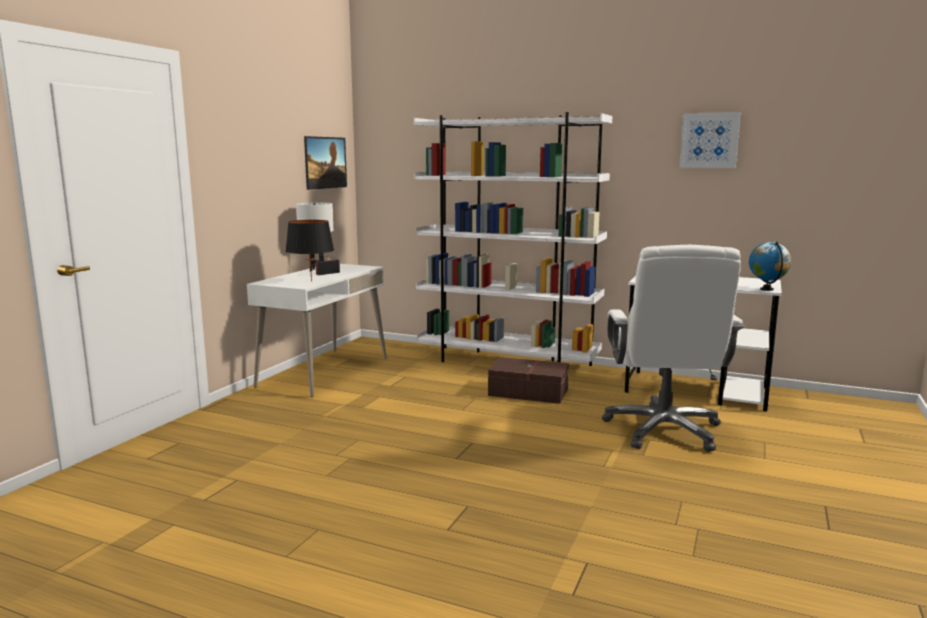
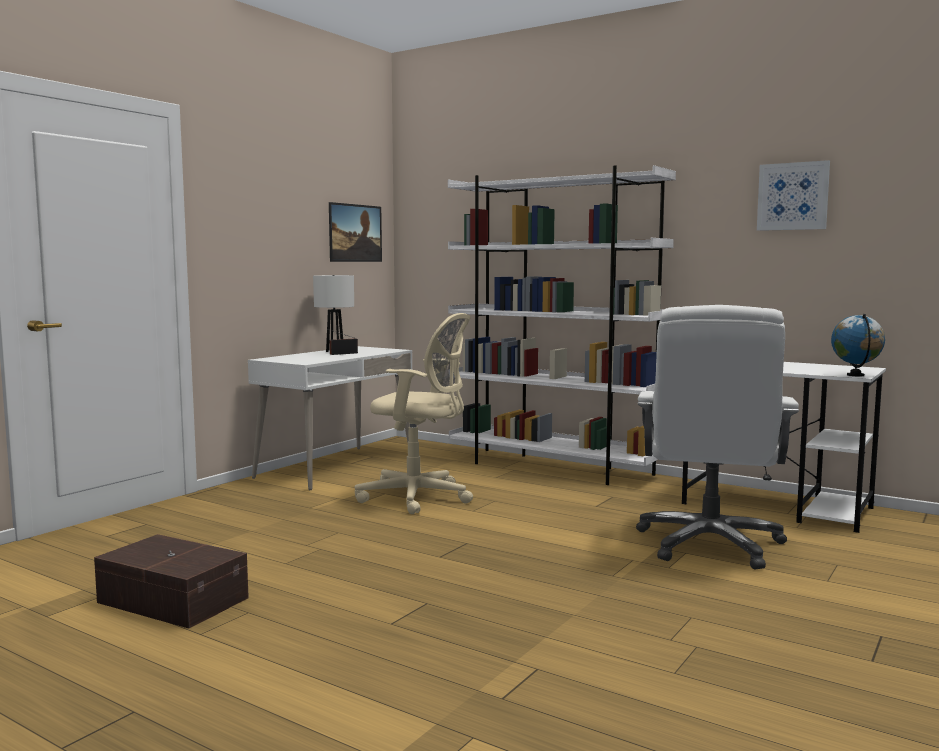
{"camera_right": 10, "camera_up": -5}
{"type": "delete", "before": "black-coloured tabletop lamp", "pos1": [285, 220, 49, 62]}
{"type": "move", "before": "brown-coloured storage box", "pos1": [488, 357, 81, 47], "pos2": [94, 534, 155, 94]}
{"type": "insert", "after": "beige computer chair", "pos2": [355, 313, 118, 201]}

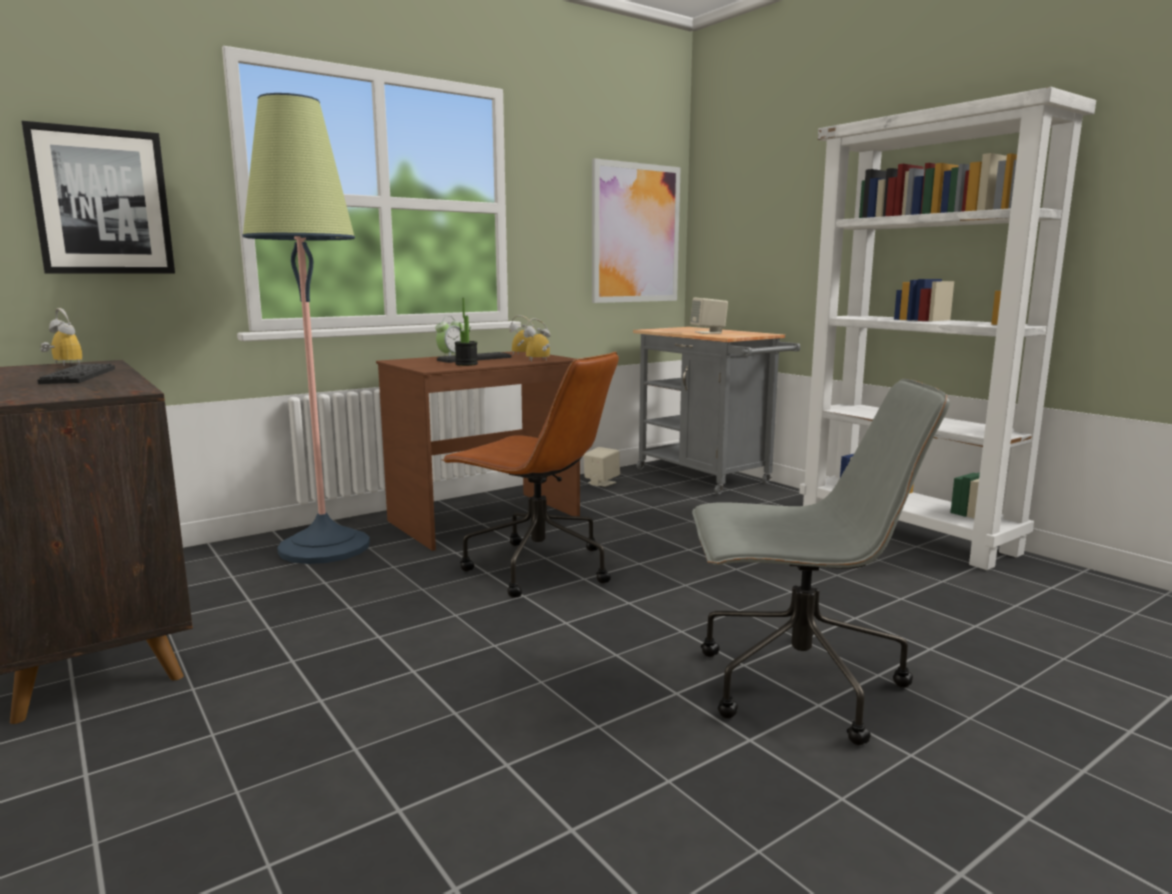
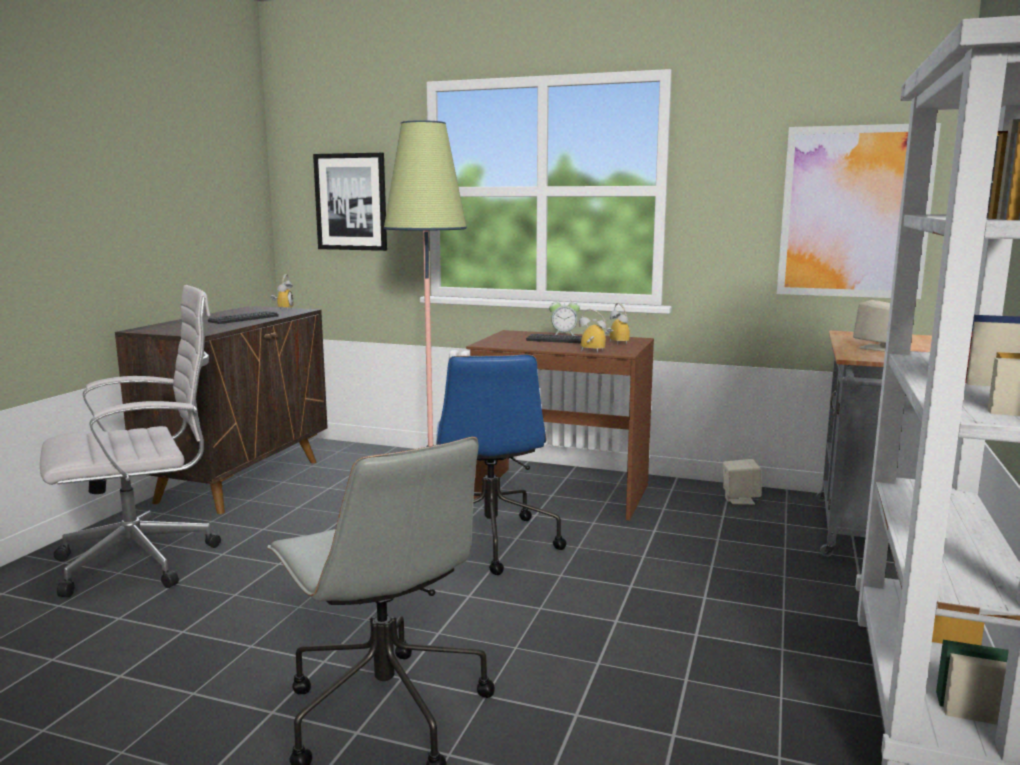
{"camera_right": 55, "camera_up": 0}
{"type": "delete", "before": "potted plant", "pos1": [455, 298, 23, 68]}
{"type": "recolor", "before": "brown-coloured computer chair", "after": "blue computer chair", "pos1": [441, 352, 178, 246], "pos2": [436, 354, 131, 221]}
{"type": "insert", "after": "whitish computer chair", "pos2": [40, 285, 181, 312]}

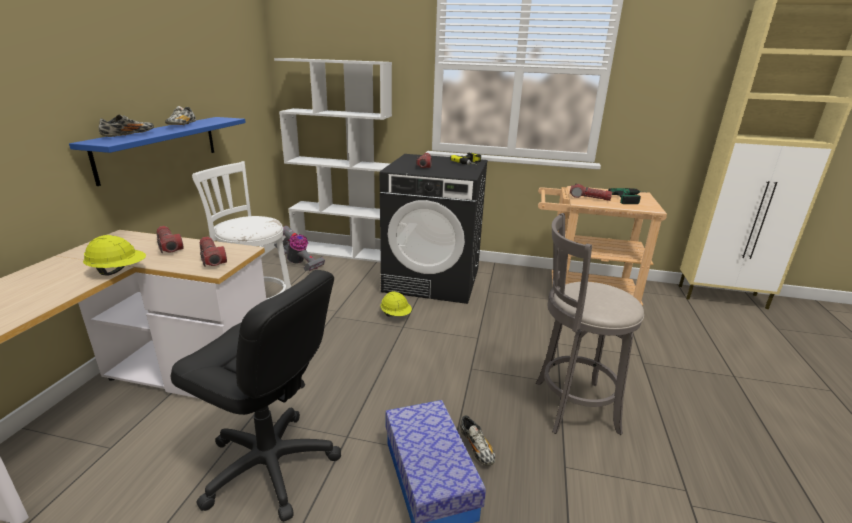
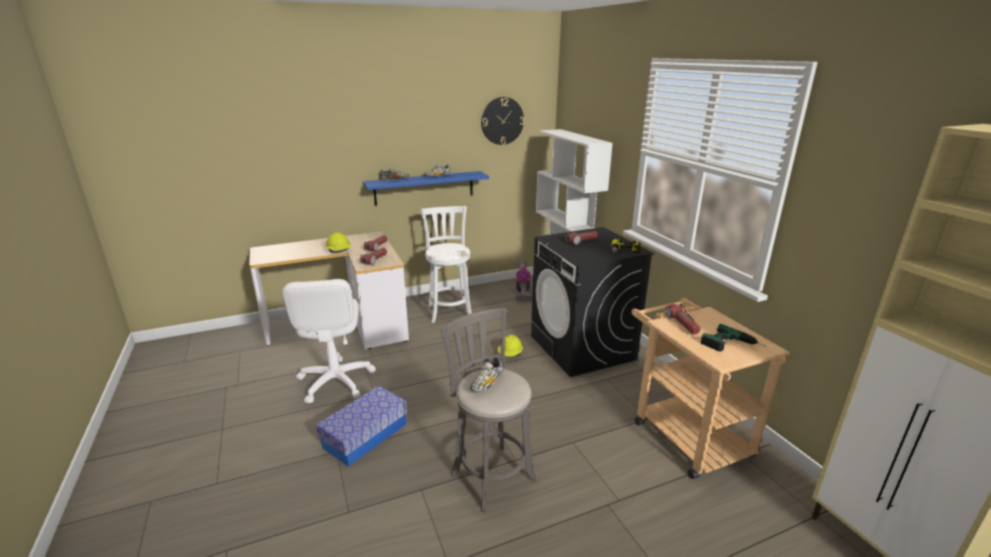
{"camera_right": 55, "camera_up": 0}
{"type": "recolor", "before": "black-coloured computer chair", "after": "whitish computer chair", "pos1": [171, 270, 170, 252], "pos2": [282, 279, 94, 125]}
{"type": "move", "before": "item of footwear", "pos1": [460, 415, 36, 51], "pos2": [470, 357, 33, 35]}
{"type": "insert", "after": "clock on the wall", "pos2": [481, 97, 43, 48]}

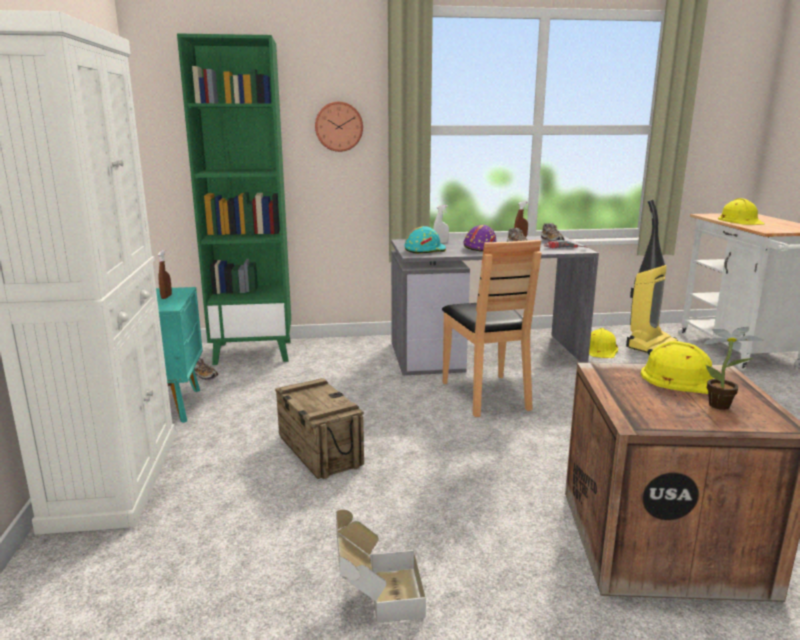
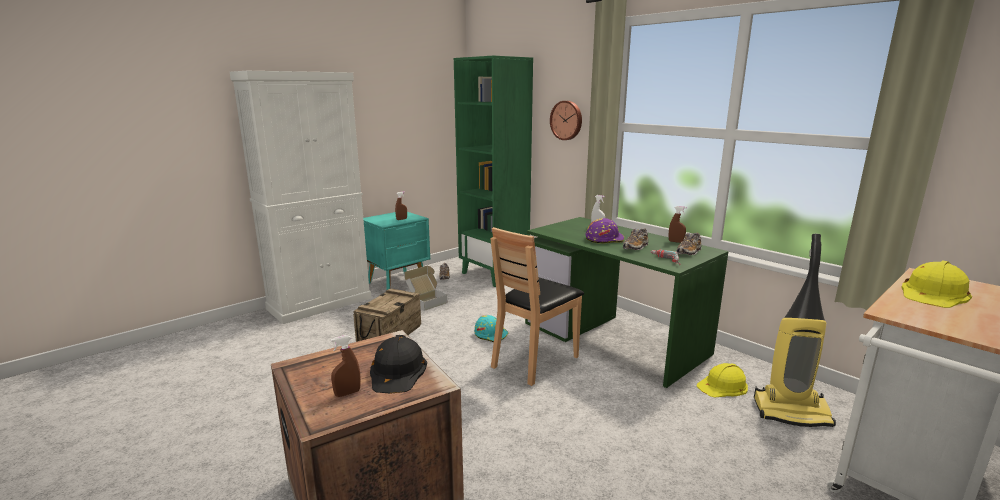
{"camera_right": 55, "camera_up": 0}
{"type": "move", "before": "turquoise safety helmet", "pos1": [404, 226, 42, 28], "pos2": [474, 315, 34, 27]}
{"type": "recolor", "before": "grey desk unit", "after": "greenish desk unit", "pos1": [391, 236, 208, 139], "pos2": [525, 217, 204, 171]}
{"type": "replace", "before": "potted plant", "after": "brown-coloured spray bottle", "pos1": [703, 327, 60, 83], "pos2": [331, 335, 30, 62]}
{"type": "recolor", "before": "yellow safety helmet", "after": "black-coloured safety helmet", "pos1": [641, 341, 74, 53], "pos2": [370, 335, 57, 59]}
{"type": "move", "before": "cardboard box", "pos1": [336, 510, 90, 113], "pos2": [404, 266, 43, 45]}

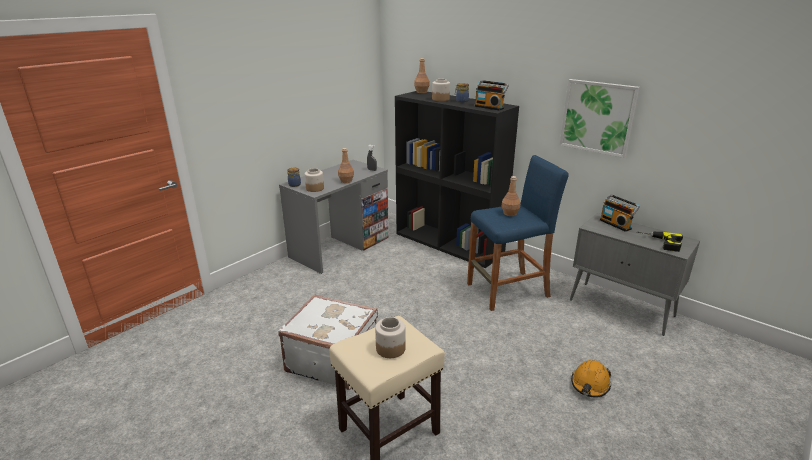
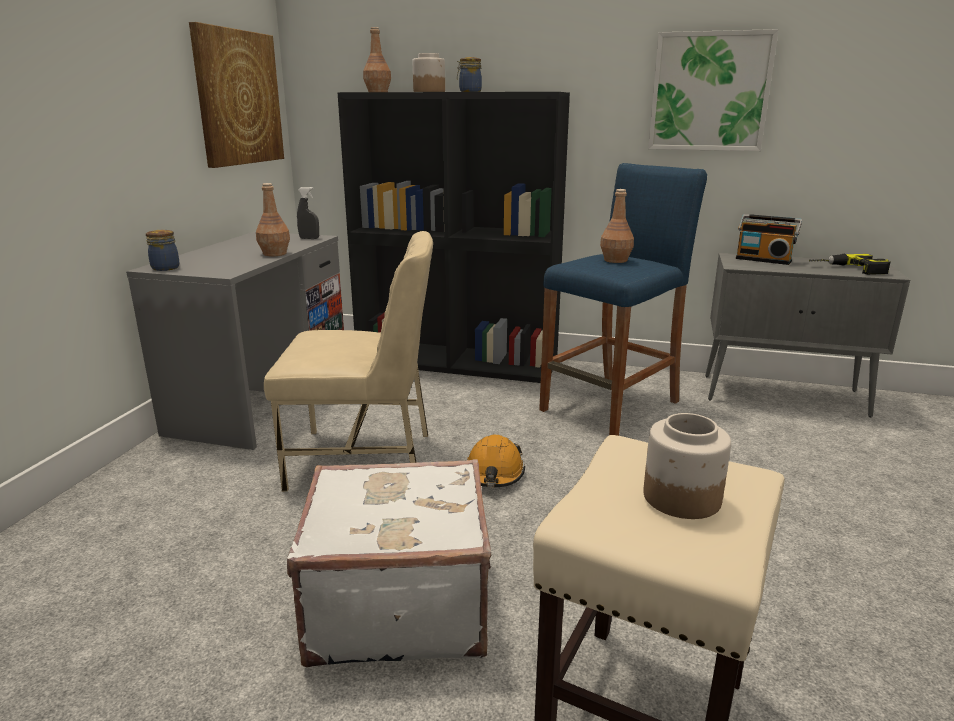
{"camera_right": -25, "camera_up": -5}
{"type": "delete", "before": "radio set", "pos1": [475, 80, 34, 31]}
{"type": "delete", "before": "storage jar", "pos1": [305, 168, 19, 24]}
{"type": "move", "before": "orangey safety helmet", "pos1": [571, 360, 40, 38], "pos2": [467, 435, 58, 52]}
{"type": "insert", "after": "wall picture", "pos2": [189, 22, 95, 146]}
{"type": "insert", "after": "beige upright chair", "pos2": [264, 231, 169, 261]}

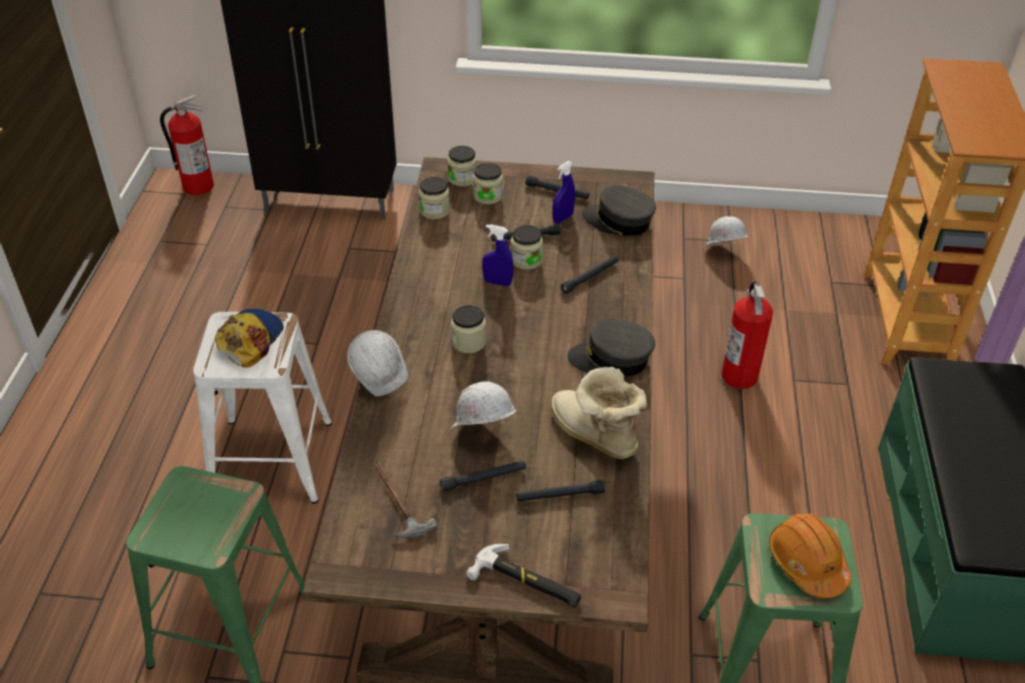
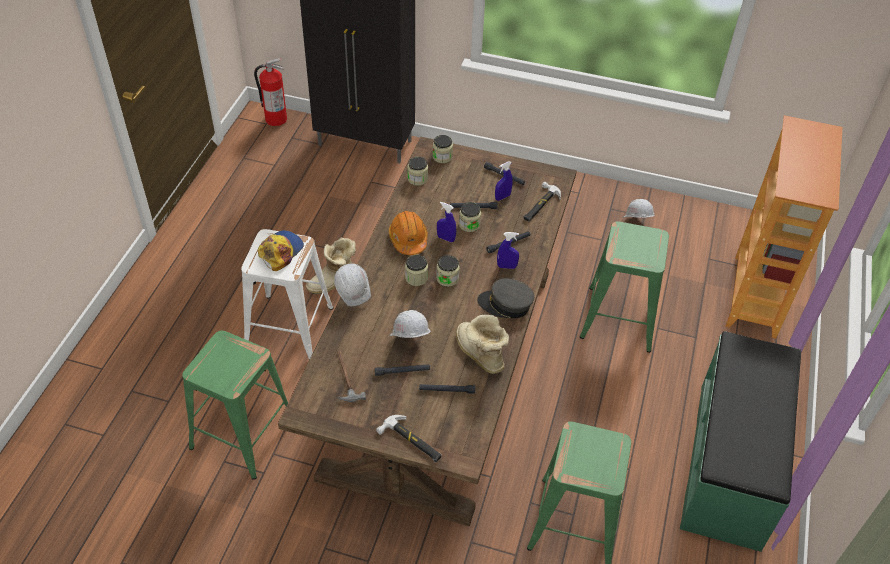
{"camera_right": 10, "camera_up": 5}
{"type": "move", "before": "storage jar", "pos1": [473, 163, 30, 41], "pos2": [436, 255, 24, 32]}
{"type": "replace", "before": "grey peaked cap", "after": "hand hammer", "pos1": [582, 185, 74, 51], "pos2": [523, 182, 38, 40]}
{"type": "replace", "before": "fire extinguisher", "after": "greenish stool seat", "pos1": [721, 281, 52, 108], "pos2": [580, 221, 89, 132]}
{"type": "move", "before": "orangey safety helmet", "pos1": [769, 513, 82, 85], "pos2": [389, 211, 39, 44]}
{"type": "insert", "after": "blue spray bottle", "pos2": [497, 232, 22, 37]}
{"type": "insert", "after": "tall boot", "pos2": [306, 238, 50, 56]}

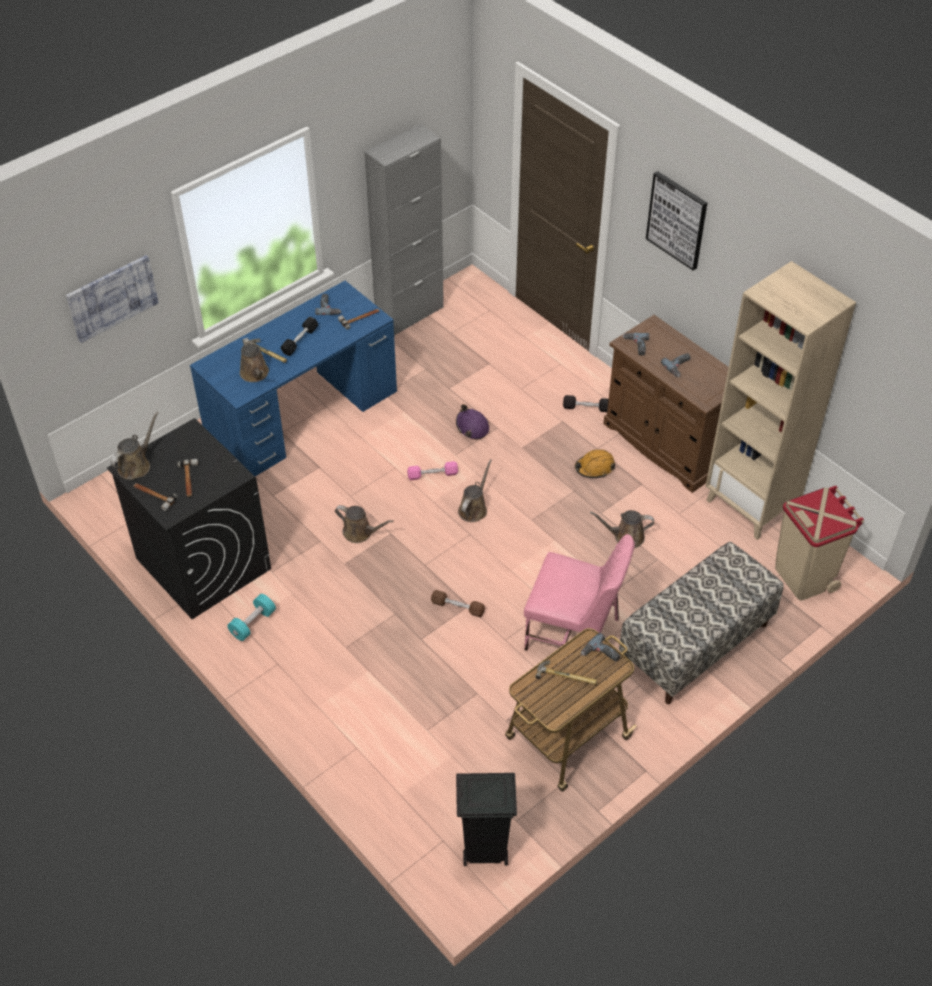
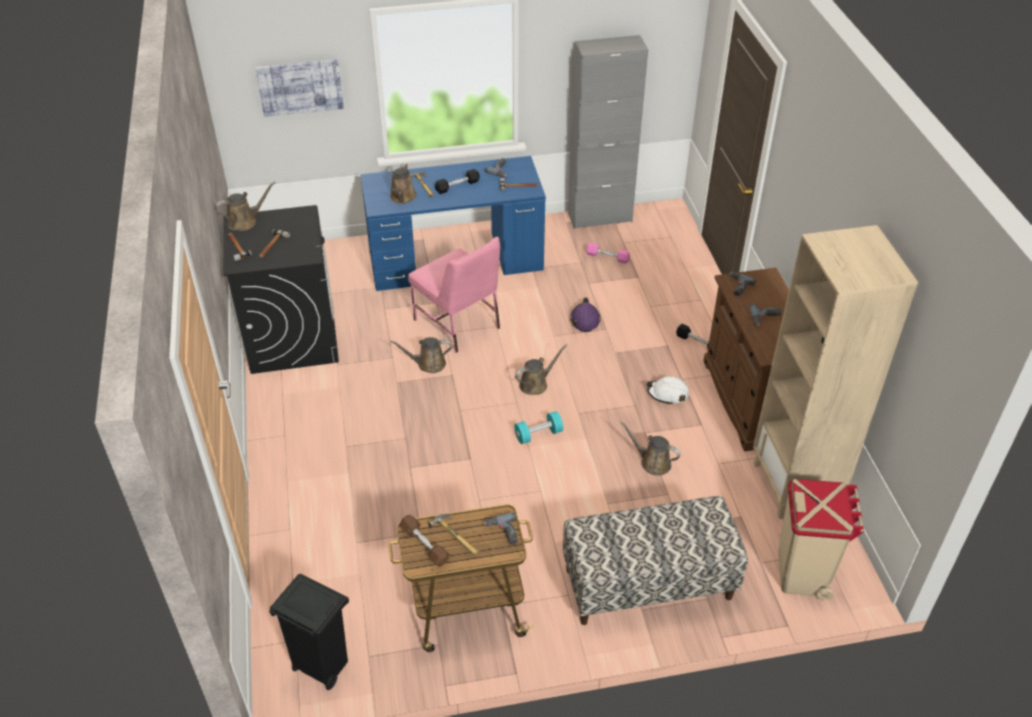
{"camera_right": 30, "camera_up": -5}
{"type": "delete", "before": "wall picture", "pos1": [646, 171, 61, 100]}
{"type": "recolor", "before": "orangey safety helmet", "after": "whitish safety helmet", "pos1": [575, 449, 40, 29], "pos2": [647, 376, 42, 29]}
{"type": "move", "before": "pinkish free weight", "pos1": [407, 461, 51, 19], "pos2": [586, 242, 44, 22]}
{"type": "rotate", "before": "brown-coloured watering can", "pos1": [335, 505, 59, 38], "pos2": [390, 337, 62, 36], "turn": 120}
{"type": "move", "before": "pinkish upright chair", "pos1": [524, 534, 111, 131], "pos2": [408, 237, 92, 116]}
{"type": "move", "before": "brown-coloured free weight", "pos1": [431, 590, 54, 27], "pos2": [400, 515, 50, 52]}
{"type": "move", "before": "turquoise free weight", "pos1": [227, 594, 49, 47], "pos2": [514, 411, 49, 33]}

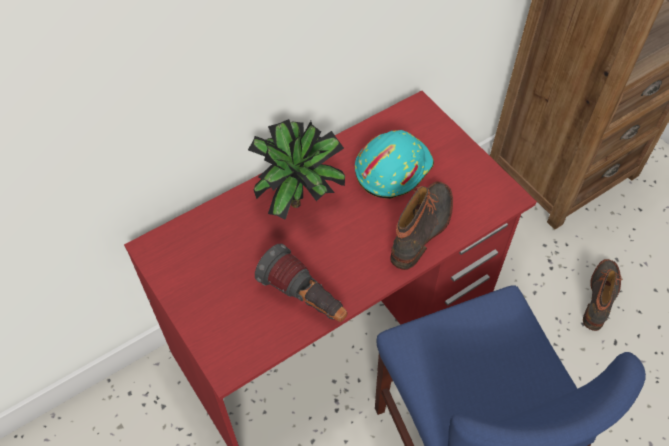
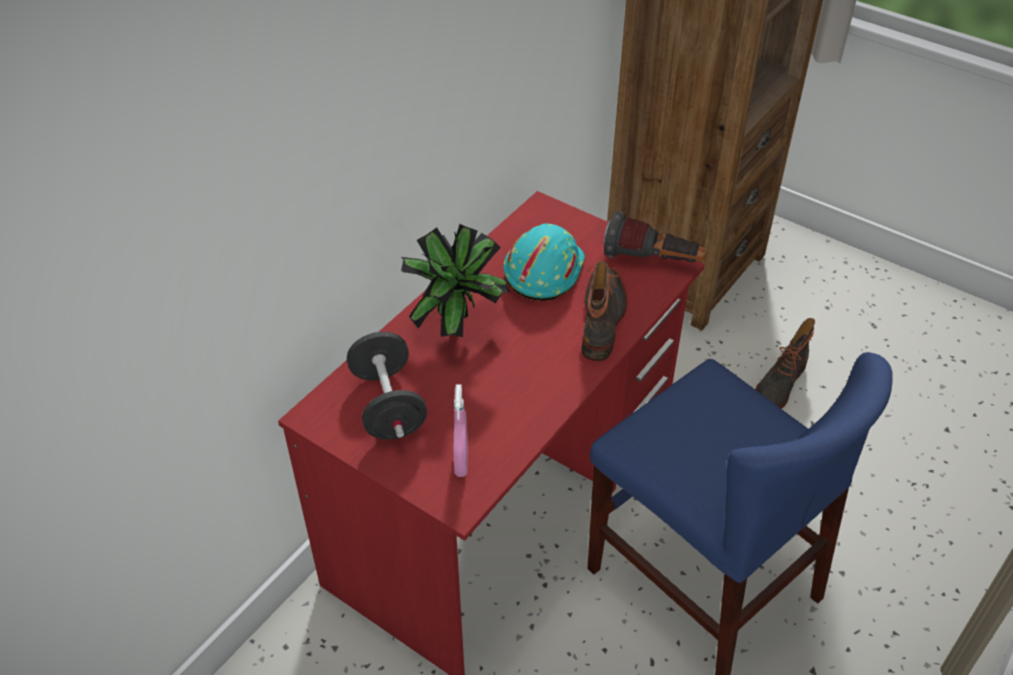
{"camera_right": -20, "camera_up": -10}
{"type": "move", "before": "flashlight", "pos1": [255, 243, 92, 79], "pos2": [604, 212, 102, 50]}
{"type": "rotate", "before": "tall boot", "pos1": [583, 259, 40, 72], "pos2": [755, 318, 60, 91], "turn": -150}
{"type": "insert", "after": "black-coloured free weight", "pos2": [347, 332, 80, 107]}
{"type": "insert", "after": "pinkish spray bottle", "pos2": [454, 385, 14, 92]}

